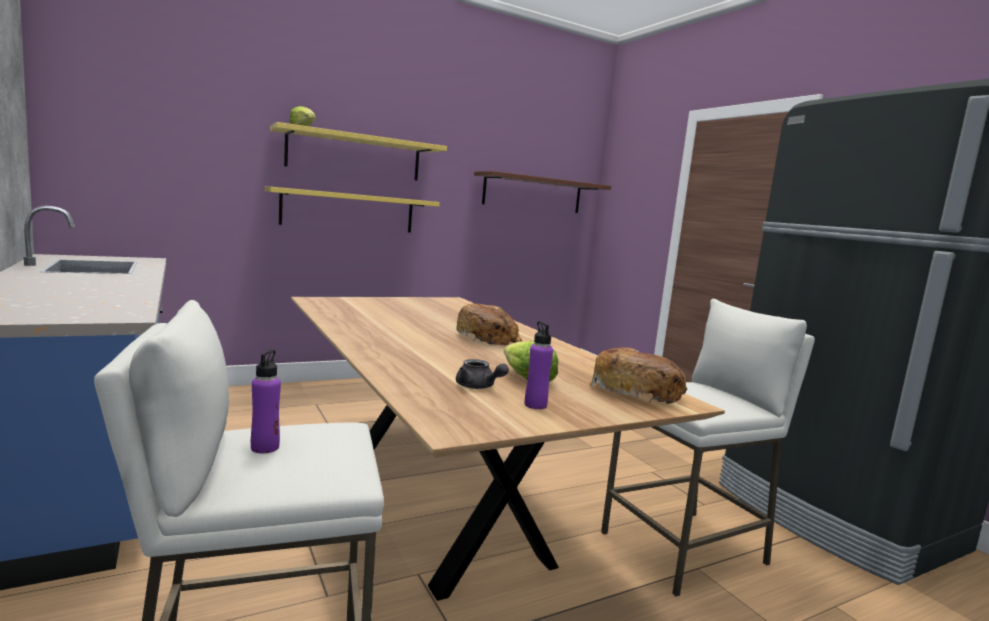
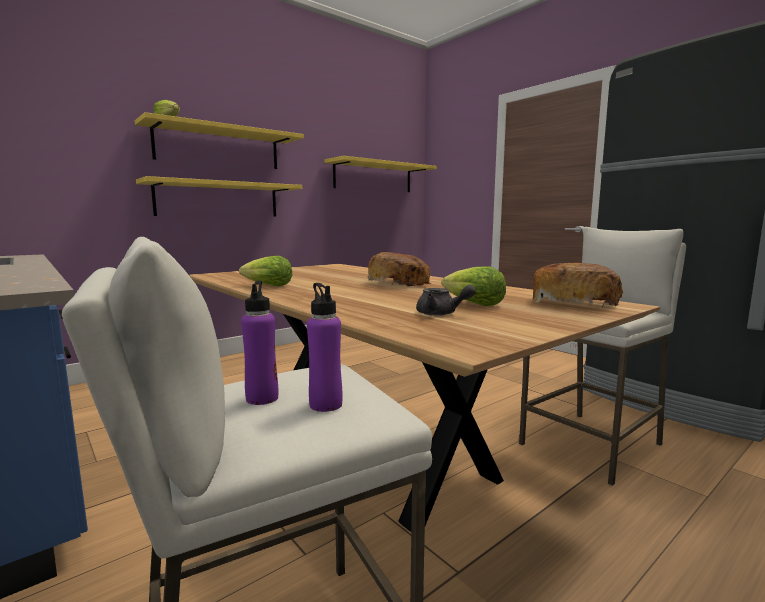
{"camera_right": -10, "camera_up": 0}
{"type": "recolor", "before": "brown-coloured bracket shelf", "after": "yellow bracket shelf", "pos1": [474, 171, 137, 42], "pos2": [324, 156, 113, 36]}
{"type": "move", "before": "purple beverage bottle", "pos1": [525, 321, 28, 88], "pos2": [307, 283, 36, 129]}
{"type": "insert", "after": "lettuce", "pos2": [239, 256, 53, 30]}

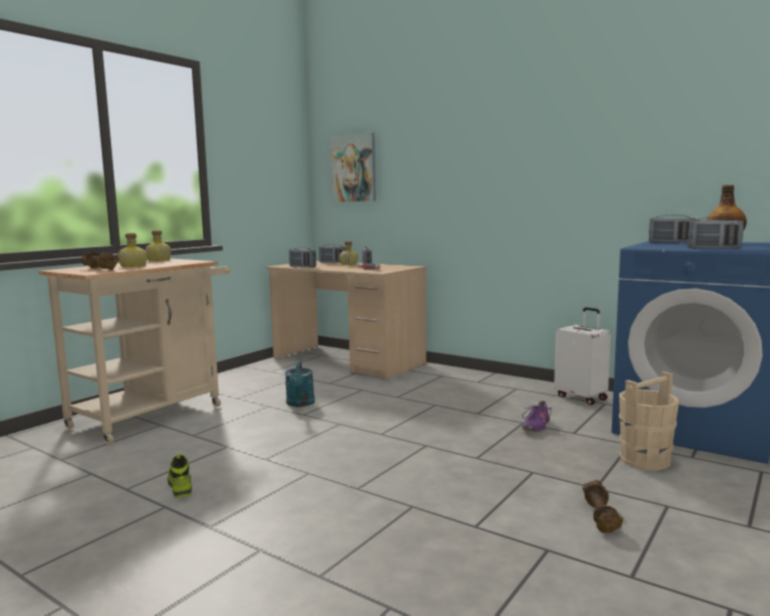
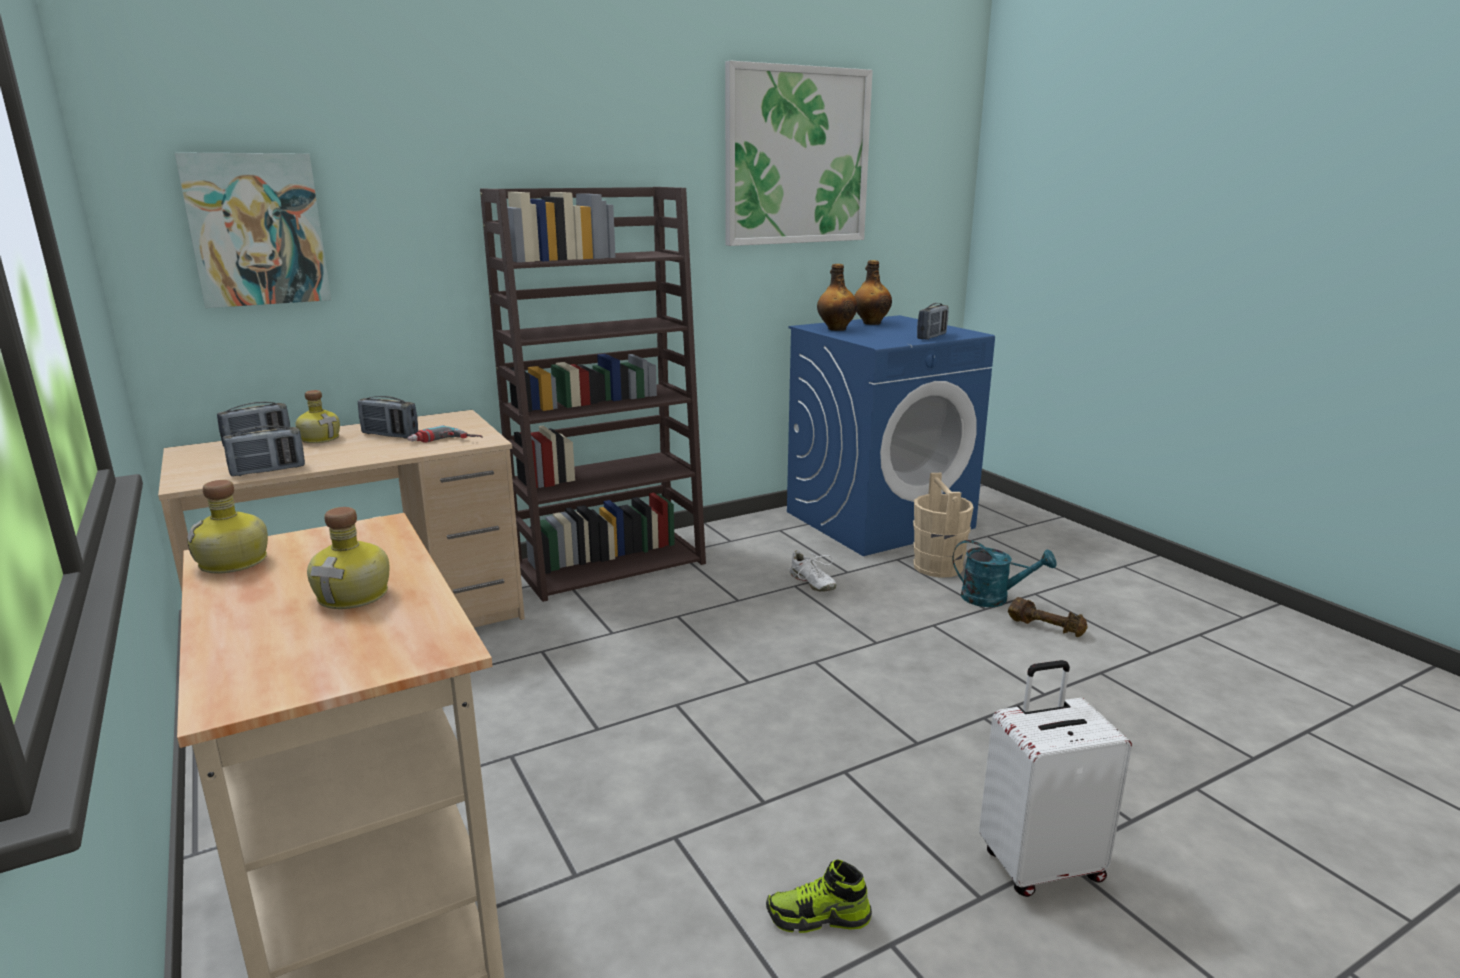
{"camera_right": -65, "camera_up": 10}
{"type": "replace", "before": "radio set", "after": "beverage bottle", "pos1": [649, 215, 47, 28], "pos2": [817, 264, 40, 67]}
{"type": "delete", "before": "brown-coloured free weight", "pos1": [81, 252, 38, 18]}
{"type": "move", "before": "whitish suitcase", "pos1": [554, 307, 57, 98], "pos2": [979, 660, 153, 237]}
{"type": "move", "before": "turquoise watering can", "pos1": [285, 360, 30, 47], "pos2": [953, 540, 104, 67]}
{"type": "recolor", "before": "purple item of footwear", "after": "whitish item of footwear", "pos1": [522, 401, 31, 31], "pos2": [788, 550, 49, 42]}
{"type": "insert", "after": "wall picture", "pos2": [725, 61, 148, 185]}
{"type": "insert", "after": "brown-coloured shelving unit", "pos2": [480, 187, 226, 415]}

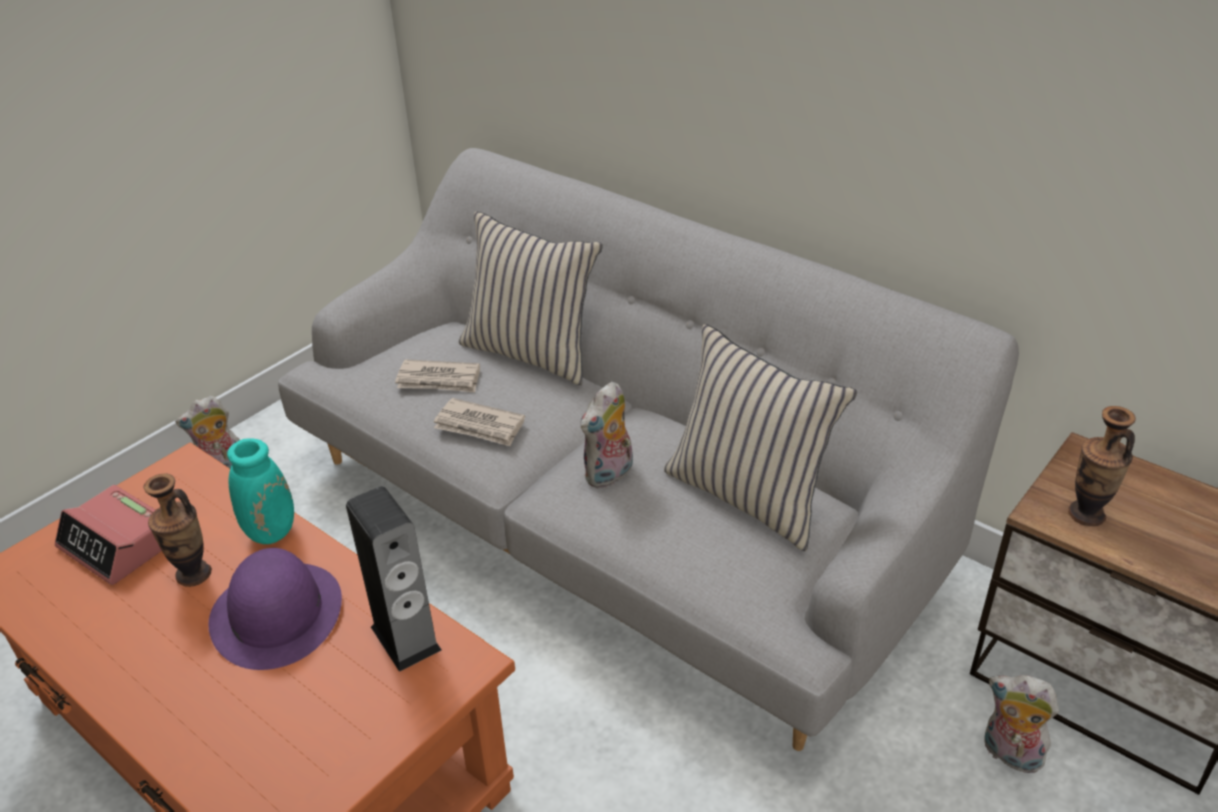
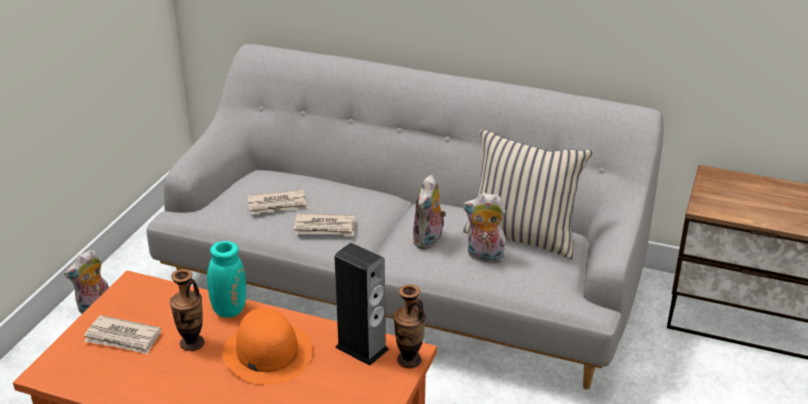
{"camera_right": -20, "camera_up": -5}
{"type": "delete", "before": "beige pillow", "pos1": [459, 212, 144, 173]}
{"type": "move", "before": "decorative vase", "pos1": [1068, 406, 68, 120], "pos2": [393, 284, 33, 84]}
{"type": "replace", "before": "table clock", "after": "newspaper", "pos1": [55, 485, 107, 100], "pos2": [84, 315, 77, 39]}
{"type": "recolor", "before": "purple clothing hat", "after": "orangey clothing hat", "pos1": [208, 548, 134, 122], "pos2": [222, 308, 90, 77]}
{"type": "move", "before": "plush toy", "pos1": [984, 675, 75, 99], "pos2": [463, 193, 43, 70]}

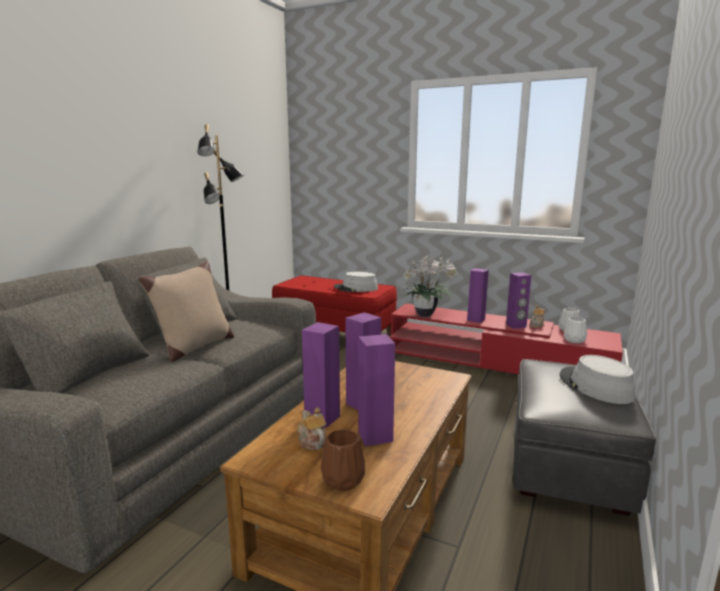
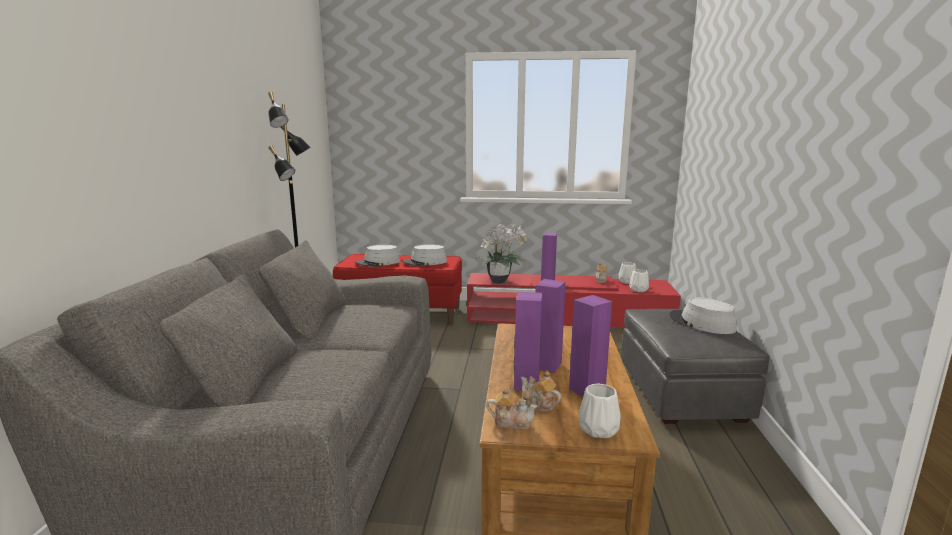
{"camera_right": -20, "camera_up": 0}
{"type": "delete", "before": "beige pillow", "pos1": [138, 261, 96, 101]}
{"type": "delete", "before": "purple speaker", "pos1": [506, 272, 25, 57]}
{"type": "recolor", "before": "brown-coloured decorative vase", "after": "whitish decorative vase", "pos1": [321, 429, 44, 62], "pos2": [579, 384, 42, 54]}
{"type": "insert", "after": "grey clothing hat", "pos2": [355, 245, 45, 22]}
{"type": "insert", "after": "pot for tea", "pos2": [486, 387, 52, 43]}

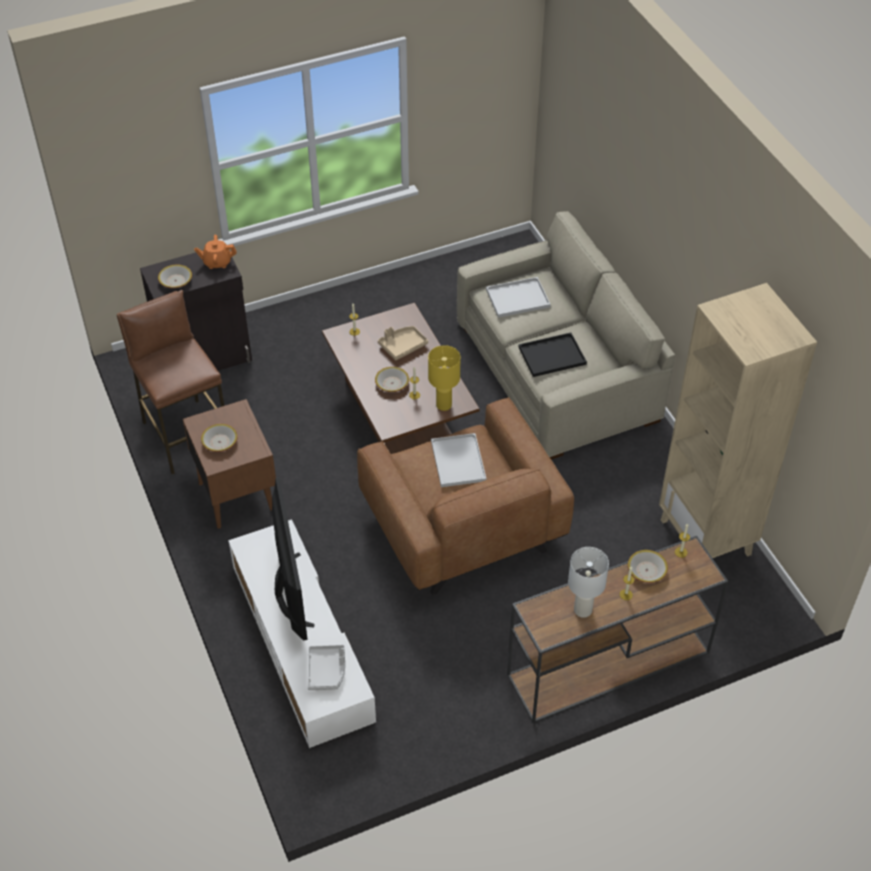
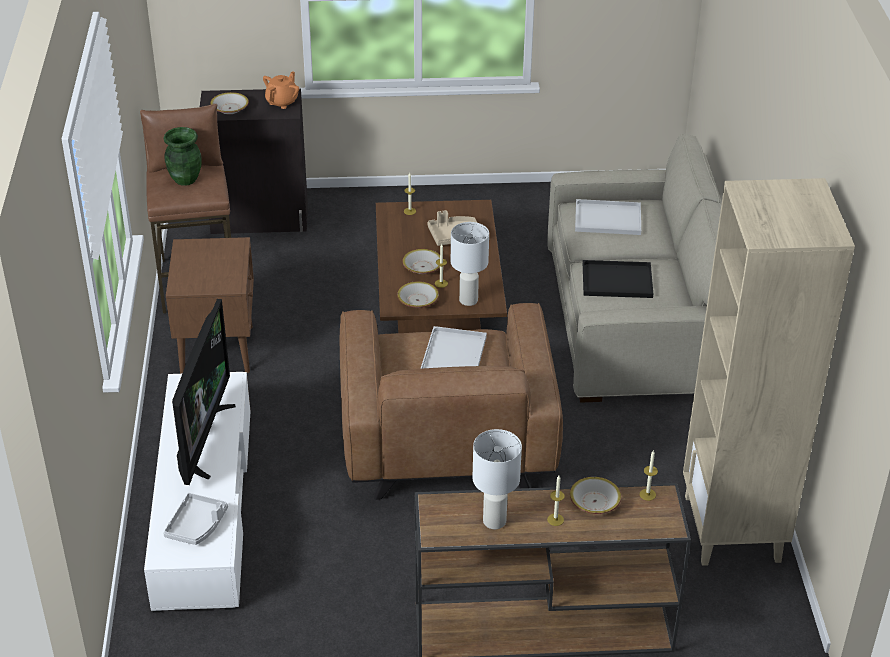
{"camera_right": 20, "camera_up": -10}
{"type": "rotate", "before": "orangey pot for tea", "pos1": [194, 235, 43, 34], "pos2": [263, 71, 36, 38], "turn": 105}
{"type": "recolor", "before": "yellow tabletop lamp", "after": "whitish tabletop lamp", "pos1": [428, 345, 33, 66], "pos2": [451, 222, 38, 84]}
{"type": "move", "before": "bowl", "pos1": [201, 424, 37, 28], "pos2": [397, 281, 42, 27]}
{"type": "insert", "after": "greenish decorative vase", "pos2": [163, 127, 39, 59]}

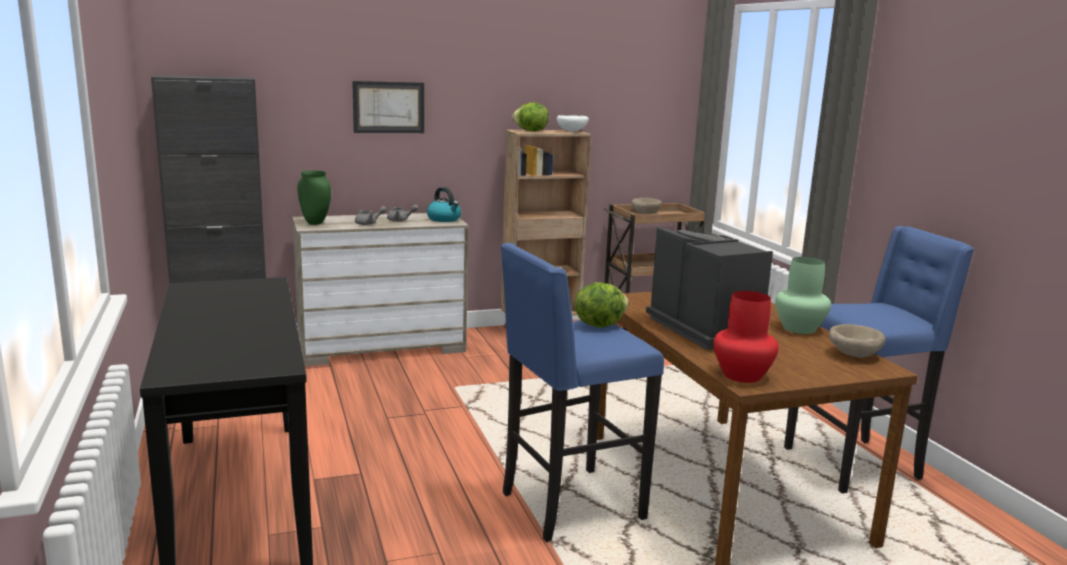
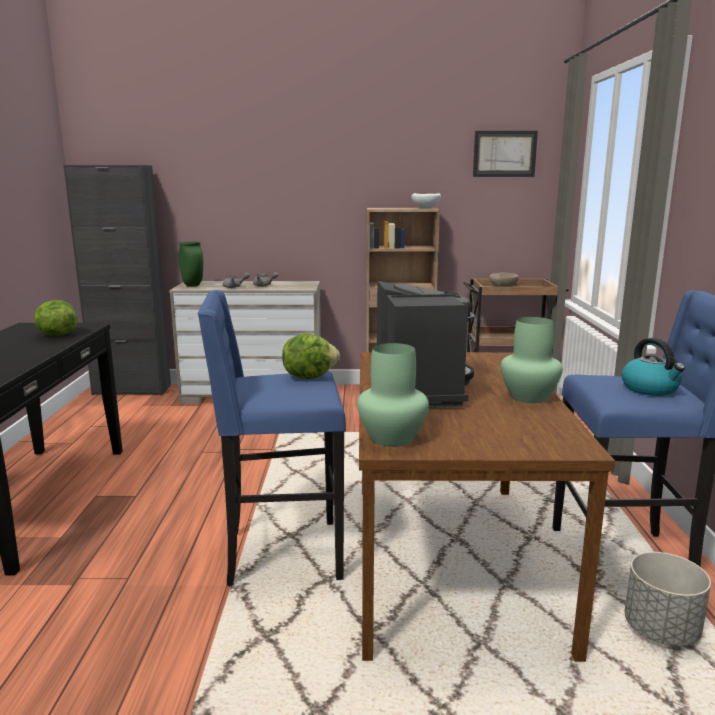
{"camera_right": 20, "camera_up": 0}
{"type": "move", "before": "wall picture", "pos1": [352, 81, 72, 52], "pos2": [473, 131, 65, 46]}
{"type": "move", "before": "lettuce", "pos1": [512, 102, 37, 30], "pos2": [34, 300, 43, 36]}
{"type": "move", "before": "water kettle", "pos1": [427, 187, 34, 35], "pos2": [621, 338, 64, 58]}
{"type": "recolor", "before": "red decorative vase", "after": "greenish decorative vase", "pos1": [714, 291, 65, 92], "pos2": [357, 343, 72, 104]}
{"type": "delete", "before": "beige bowl", "pos1": [829, 324, 56, 34]}
{"type": "insert", "after": "grey flower pot", "pos2": [624, 552, 87, 94]}

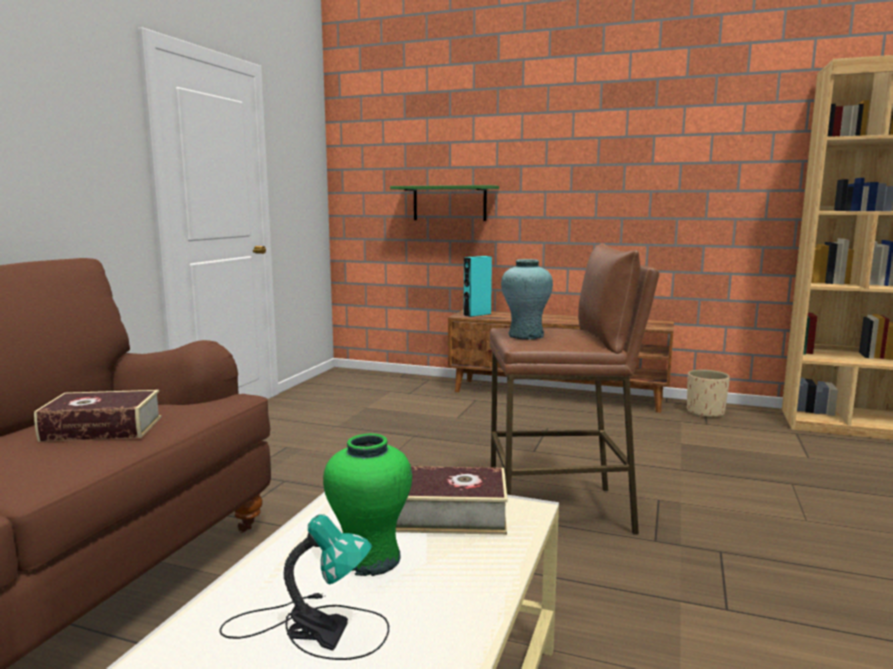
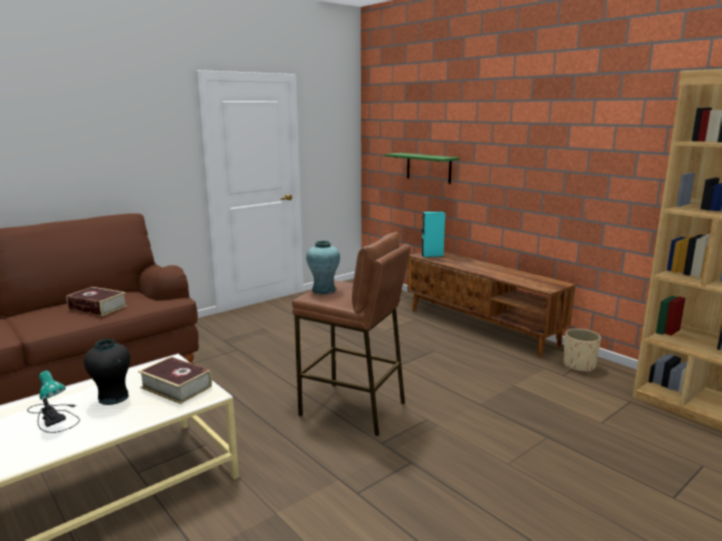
{"camera_right": 30, "camera_up": 5}
{"type": "recolor", "before": "greenish decorative vase", "after": "black-coloured decorative vase", "pos1": [323, 433, 89, 143], "pos2": [84, 339, 46, 66]}

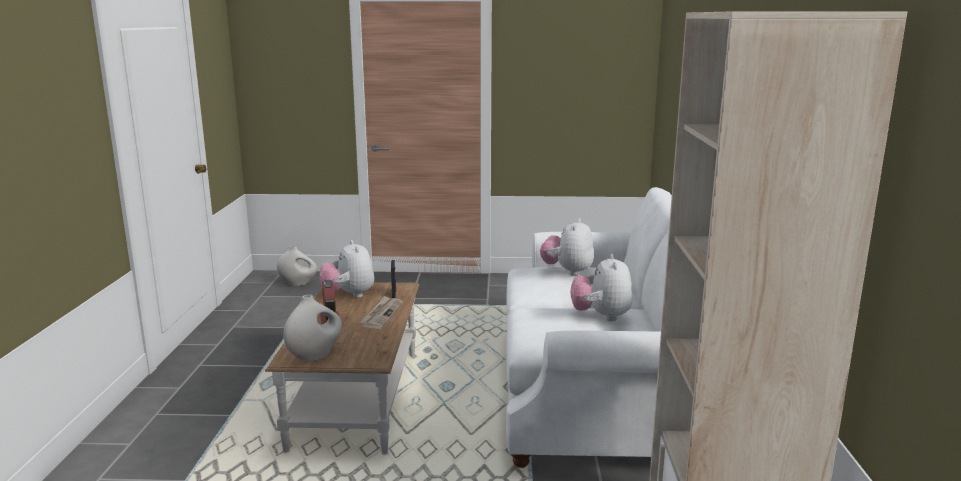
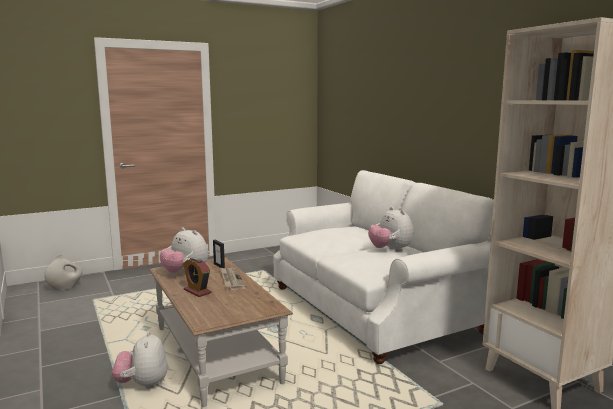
{"camera_right": -30, "camera_up": -5}
{"type": "move", "before": "plush toy", "pos1": [540, 218, 54, 58], "pos2": [112, 331, 56, 58]}
{"type": "delete", "before": "whitish decorative vase", "pos1": [283, 295, 59, 66]}

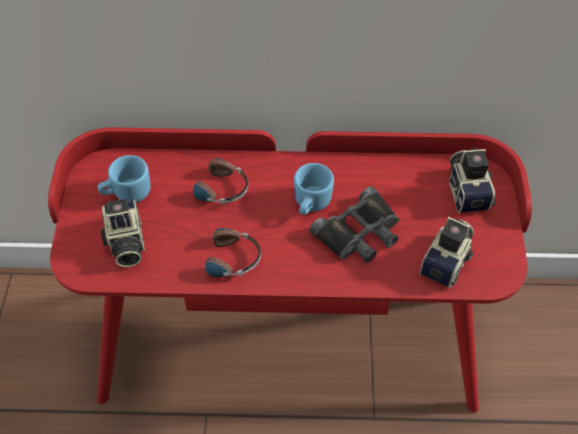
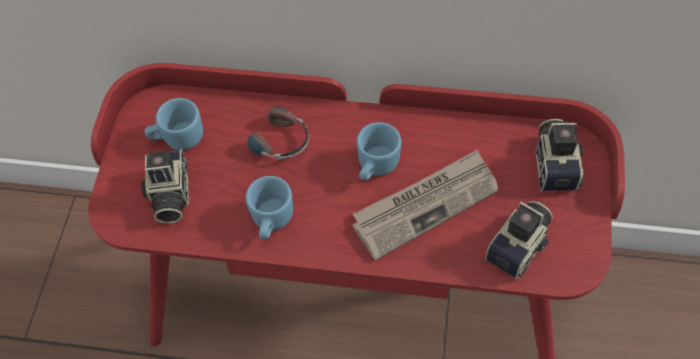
{"camera_right": 10, "camera_up": 5}
{"type": "replace", "before": "black-coloured binoculars", "after": "newspaper", "pos1": [310, 186, 89, 77], "pos2": [352, 149, 147, 111]}
{"type": "replace", "before": "headset", "after": "blue coffee mug", "pos1": [187, 228, 74, 49], "pos2": [246, 176, 47, 63]}

